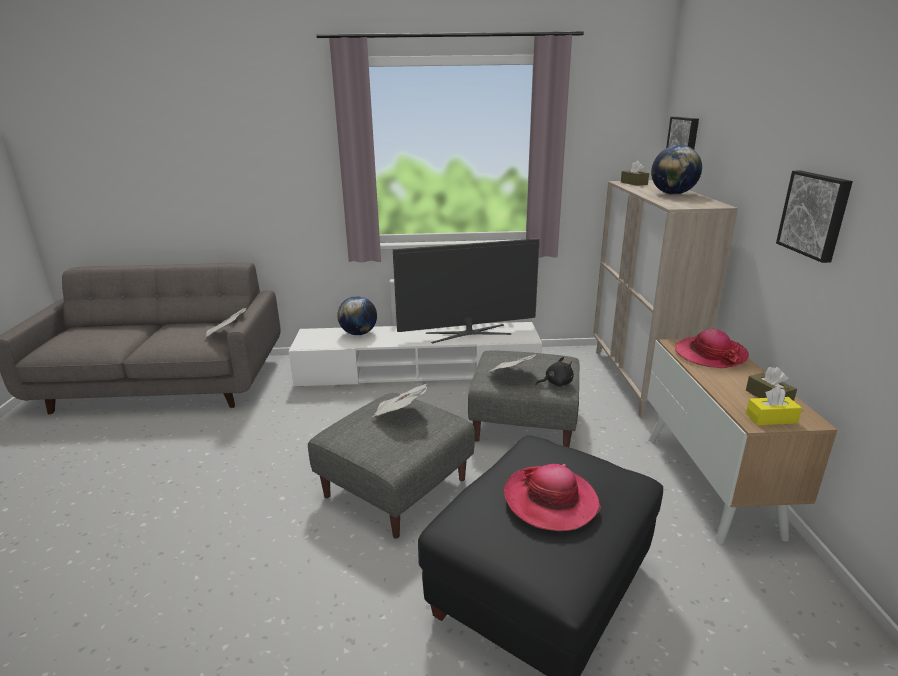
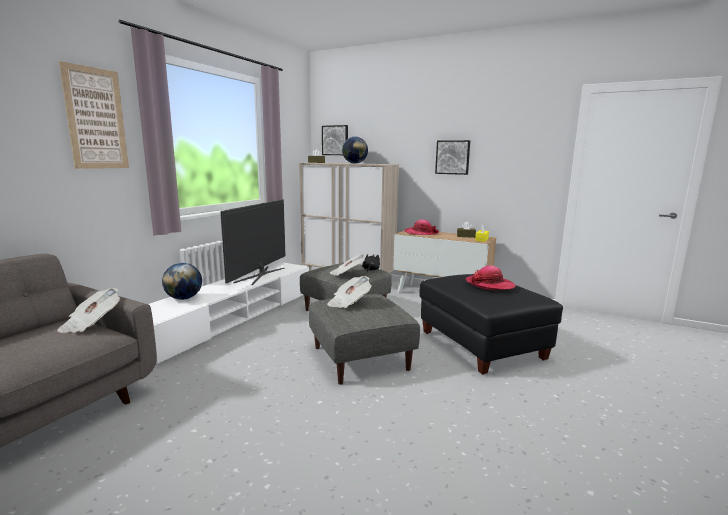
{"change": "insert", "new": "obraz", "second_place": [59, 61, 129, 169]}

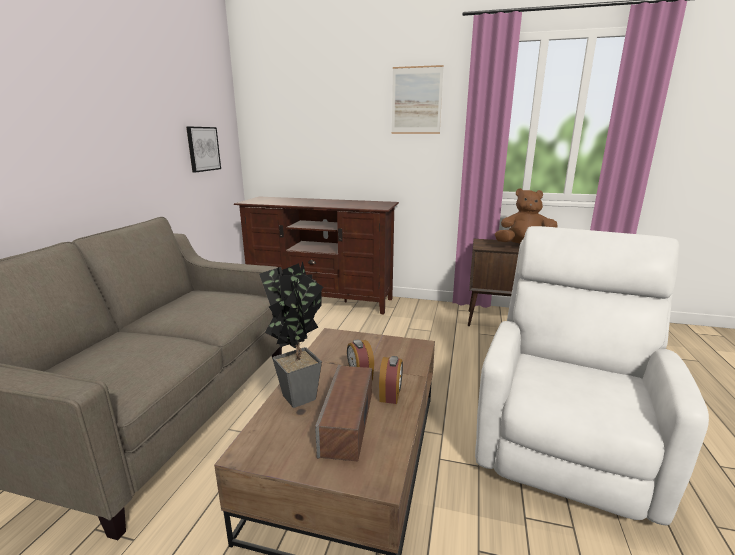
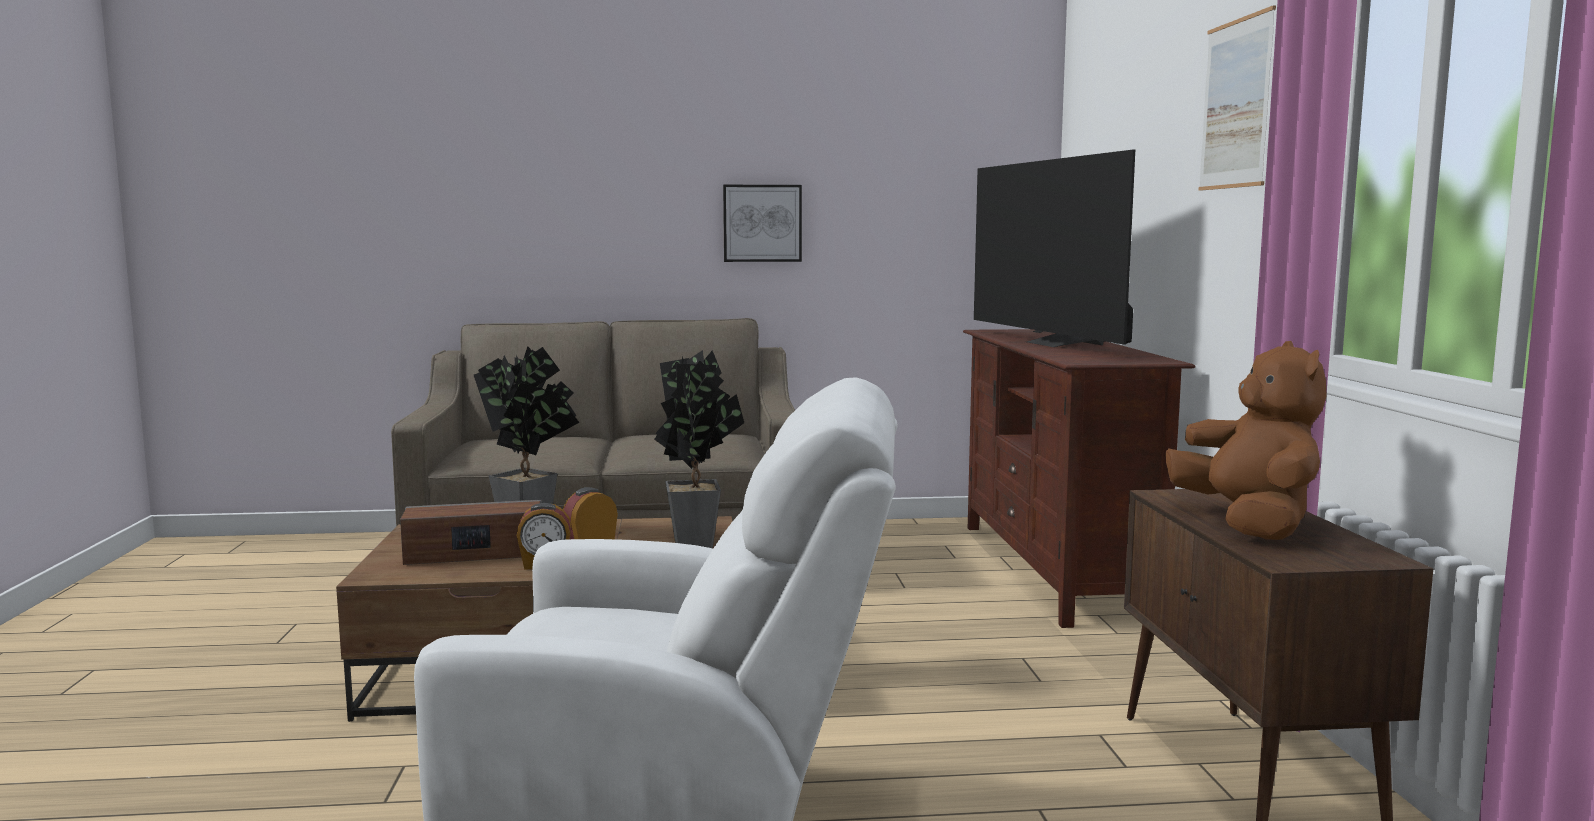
{"change": "insert", "new": "roślina doniczkowa", "second_place": [654, 350, 744, 548]}
{"change": "insert", "new": "telewizor", "second_place": [974, 150, 1135, 347]}
{"change": "move", "old": "obraz", "first_place": [186, 127, 221, 172], "second_place": [723, 185, 802, 262]}

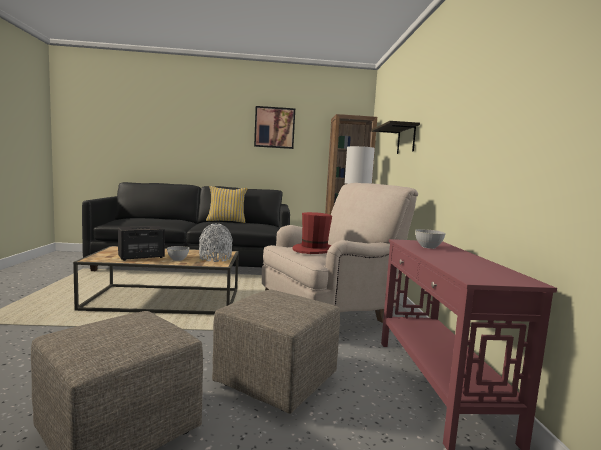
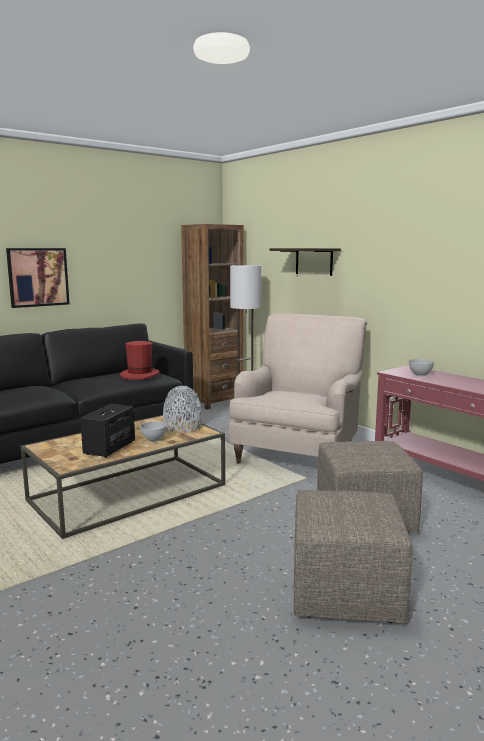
{"change": "delete", "old": "poduszka/żółty", "first_place": [206, 186, 248, 223]}
{"change": "move", "old": "obraz", "first_place": [254, 106, 295, 149], "second_place": [6, 248, 70, 308]}
{"change": "move", "old": "kapelusz/czerwony", "first_place": [293, 212, 332, 254], "second_place": [120, 341, 159, 380]}

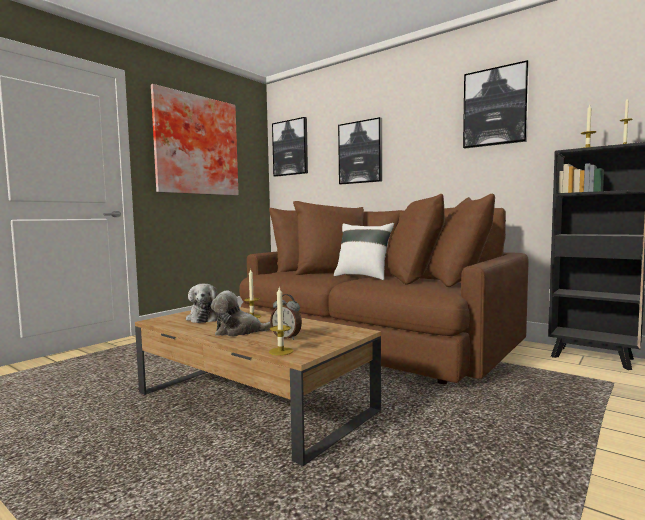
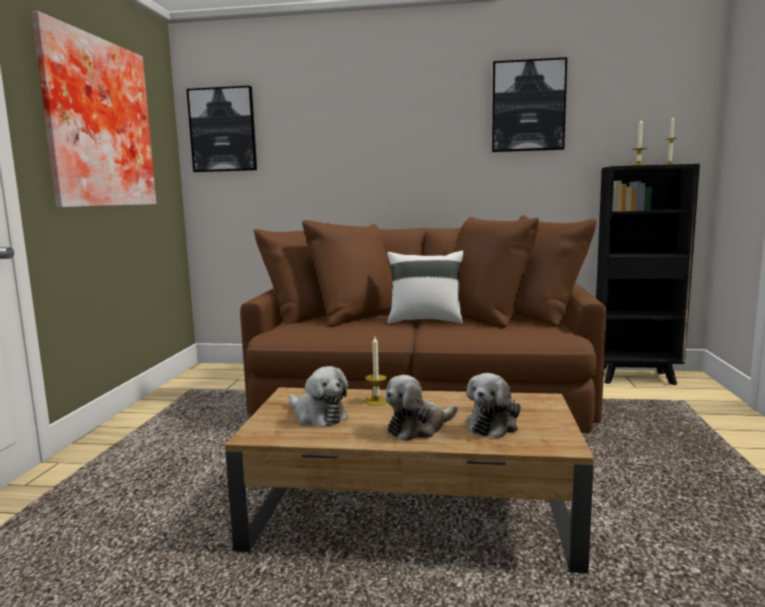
{"change": "delete", "old": "świeca", "first_place": [269, 287, 293, 356]}
{"change": "delete", "old": "obraz", "first_place": [338, 117, 382, 184]}
{"change": "replace", "old": "budzik", "new": "pluszak", "first_place": [270, 294, 302, 340], "second_place": [467, 373, 521, 438]}

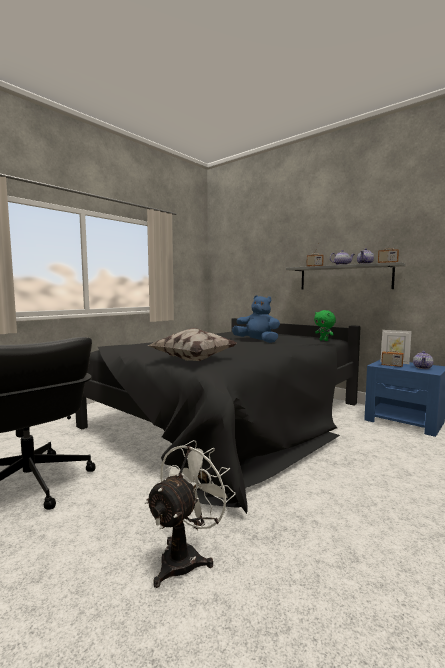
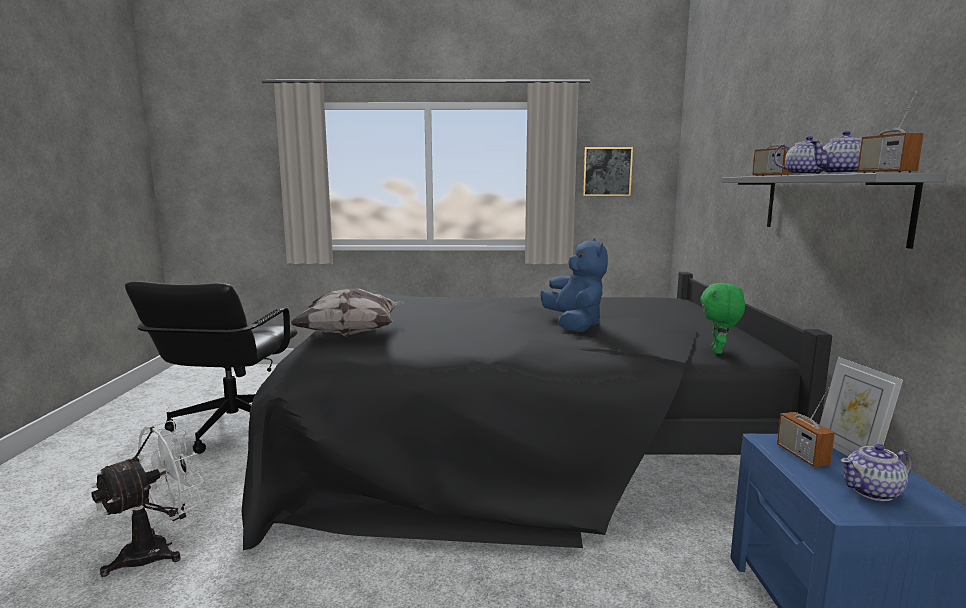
{"change": "insert", "new": "obraz", "second_place": [583, 147, 633, 196]}
{"change": "rotate", "old": "wentylator/biały", "first_place": [144, 440, 236, 588], "second_place": [91, 420, 204, 577], "degrees": -45}

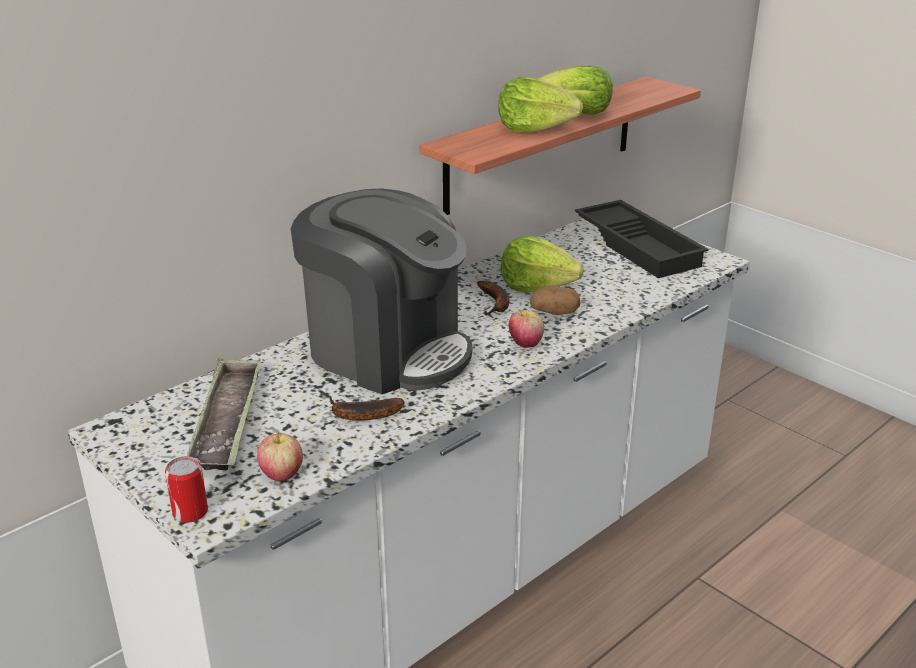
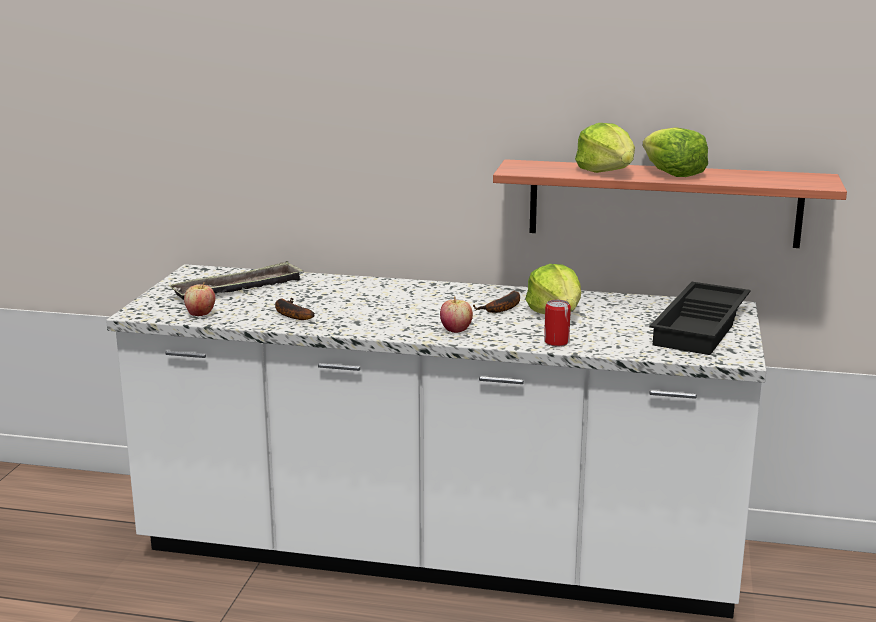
{"change": "delete", "old": "ekspres do kawy", "first_place": [291, 189, 472, 394]}
{"change": "delete", "old": "ziemniak", "first_place": [530, 286, 580, 315]}
{"change": "move", "old": "puszka", "first_place": [165, 456, 208, 523], "second_place": [544, 300, 571, 346]}

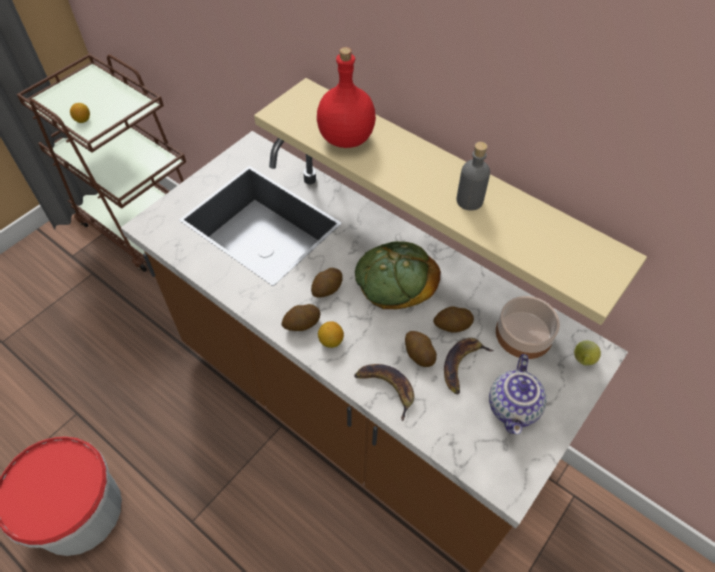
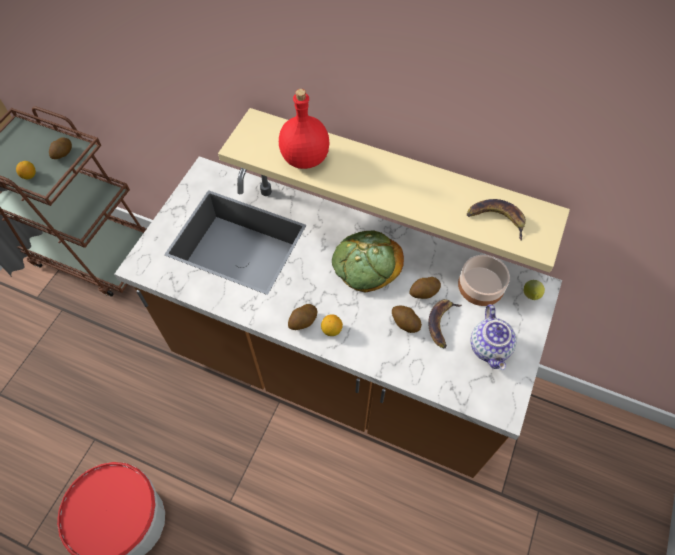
{"change": "delete", "old": "butelka/szary", "first_place": [456, 142, 490, 211]}
{"change": "move", "old": "ziemniak", "first_place": [311, 268, 343, 298], "second_place": [49, 137, 72, 159]}
{"change": "move", "old": "banan", "first_place": [354, 364, 414, 422], "second_place": [467, 199, 526, 241]}

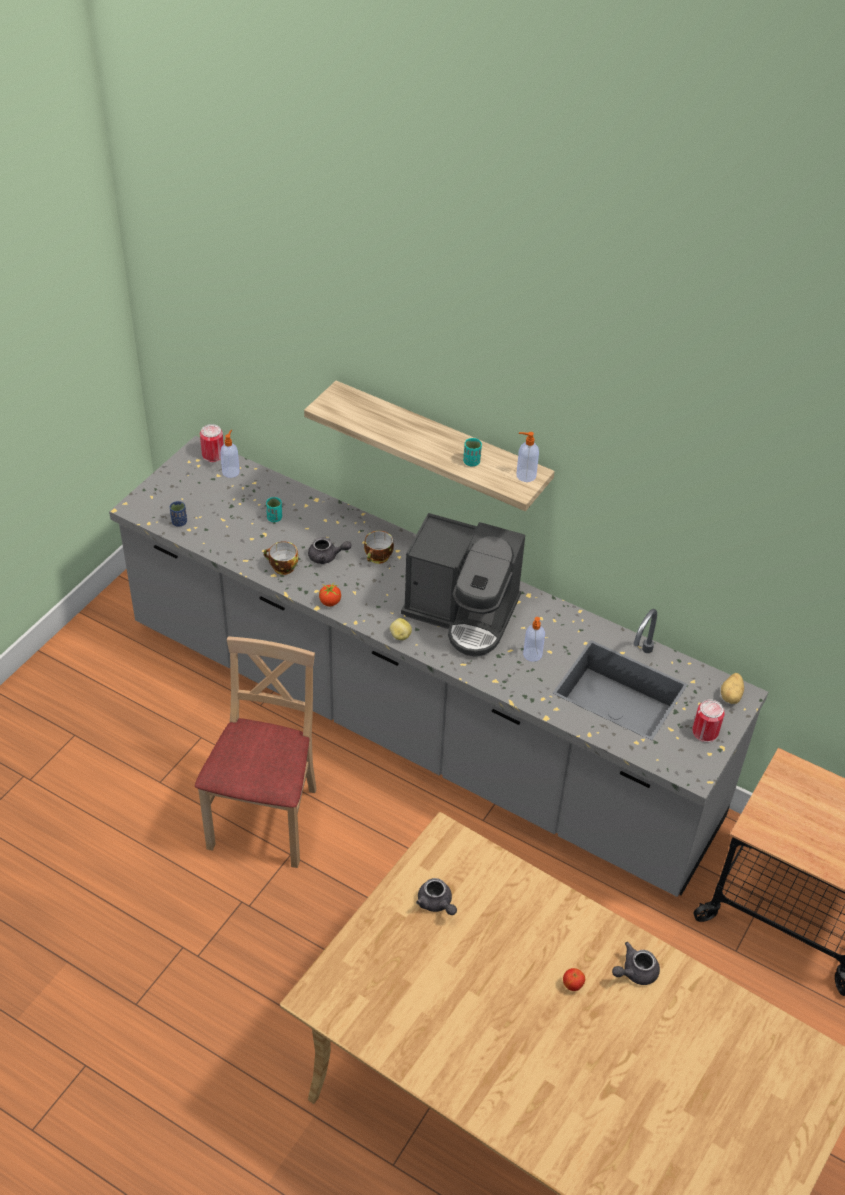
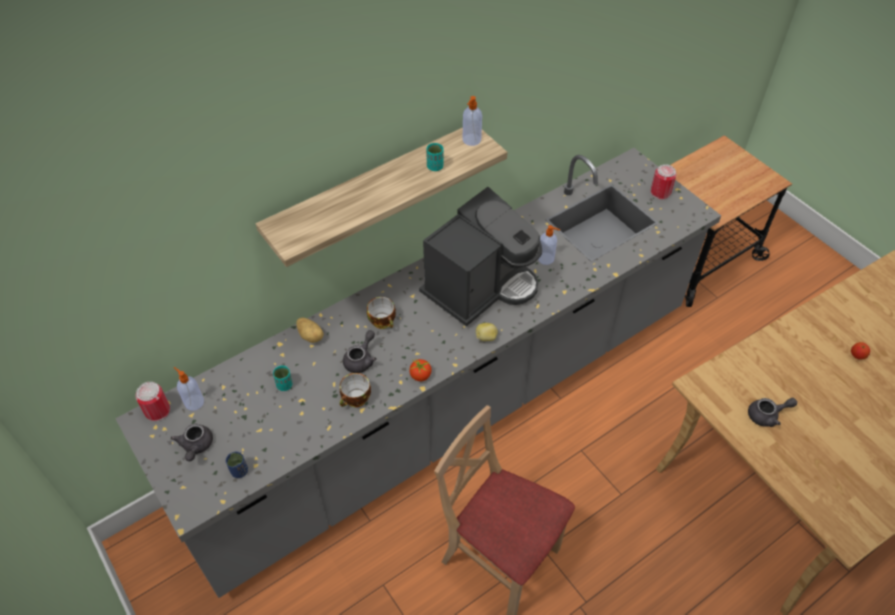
{"change": "move", "old": "imbryk/szary", "first_place": [612, 942, 660, 985], "second_place": [171, 424, 213, 461]}
{"change": "move", "old": "ziemniak", "first_place": [721, 673, 744, 704], "second_place": [297, 318, 324, 343]}

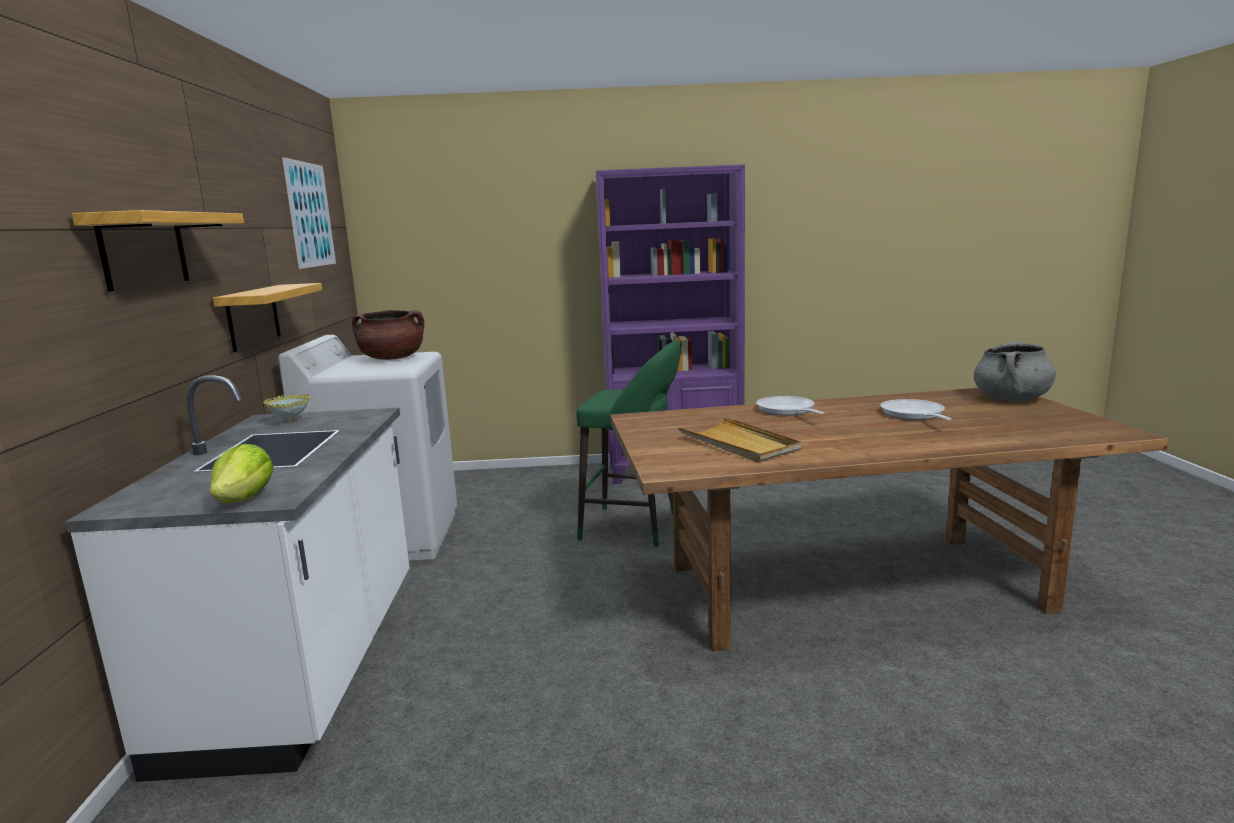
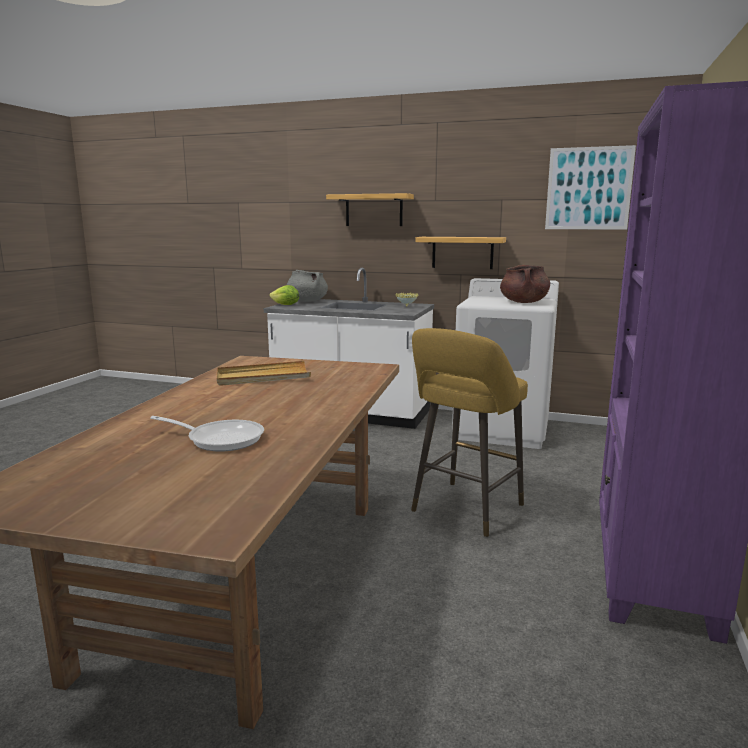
{"change": "delete", "old": "patelnia", "first_place": [756, 396, 824, 416]}
{"change": "move", "old": "garnek/szary", "first_place": [974, 342, 1056, 401], "second_place": [287, 270, 328, 302]}
{"change": "recolor", "old": "stołek/zielony", "new": "stołek/żółty", "first_place": [576, 341, 681, 547], "second_place": [411, 328, 528, 537]}

